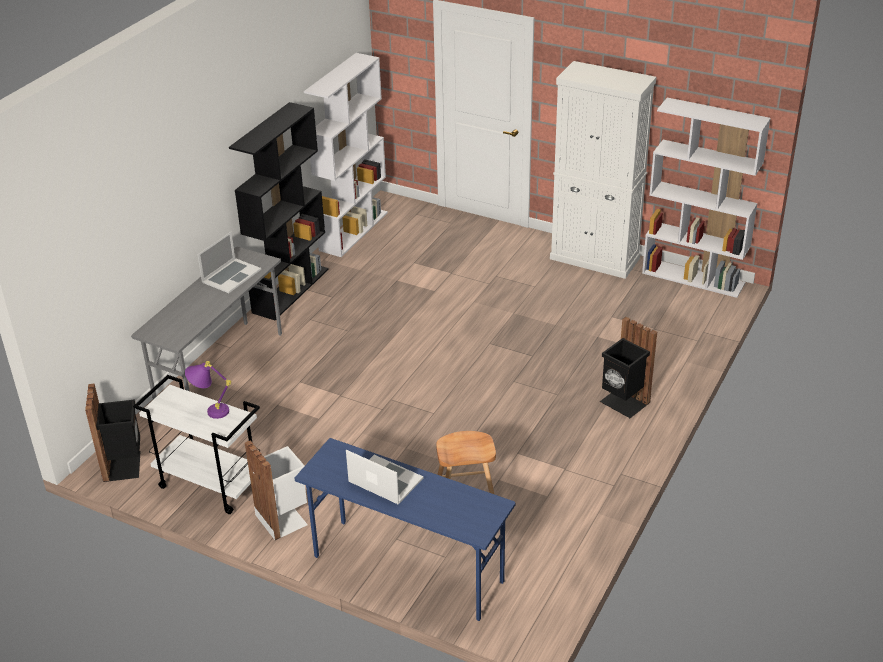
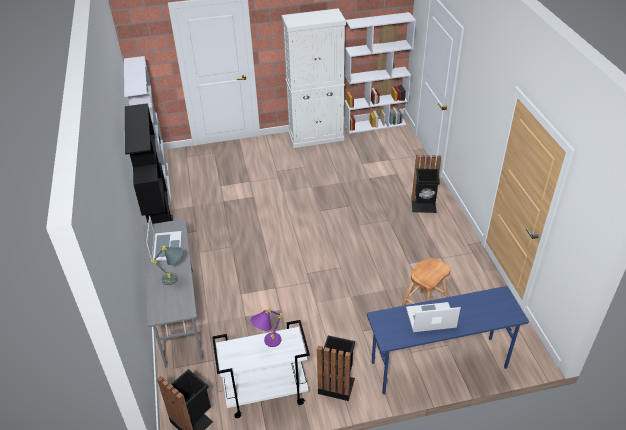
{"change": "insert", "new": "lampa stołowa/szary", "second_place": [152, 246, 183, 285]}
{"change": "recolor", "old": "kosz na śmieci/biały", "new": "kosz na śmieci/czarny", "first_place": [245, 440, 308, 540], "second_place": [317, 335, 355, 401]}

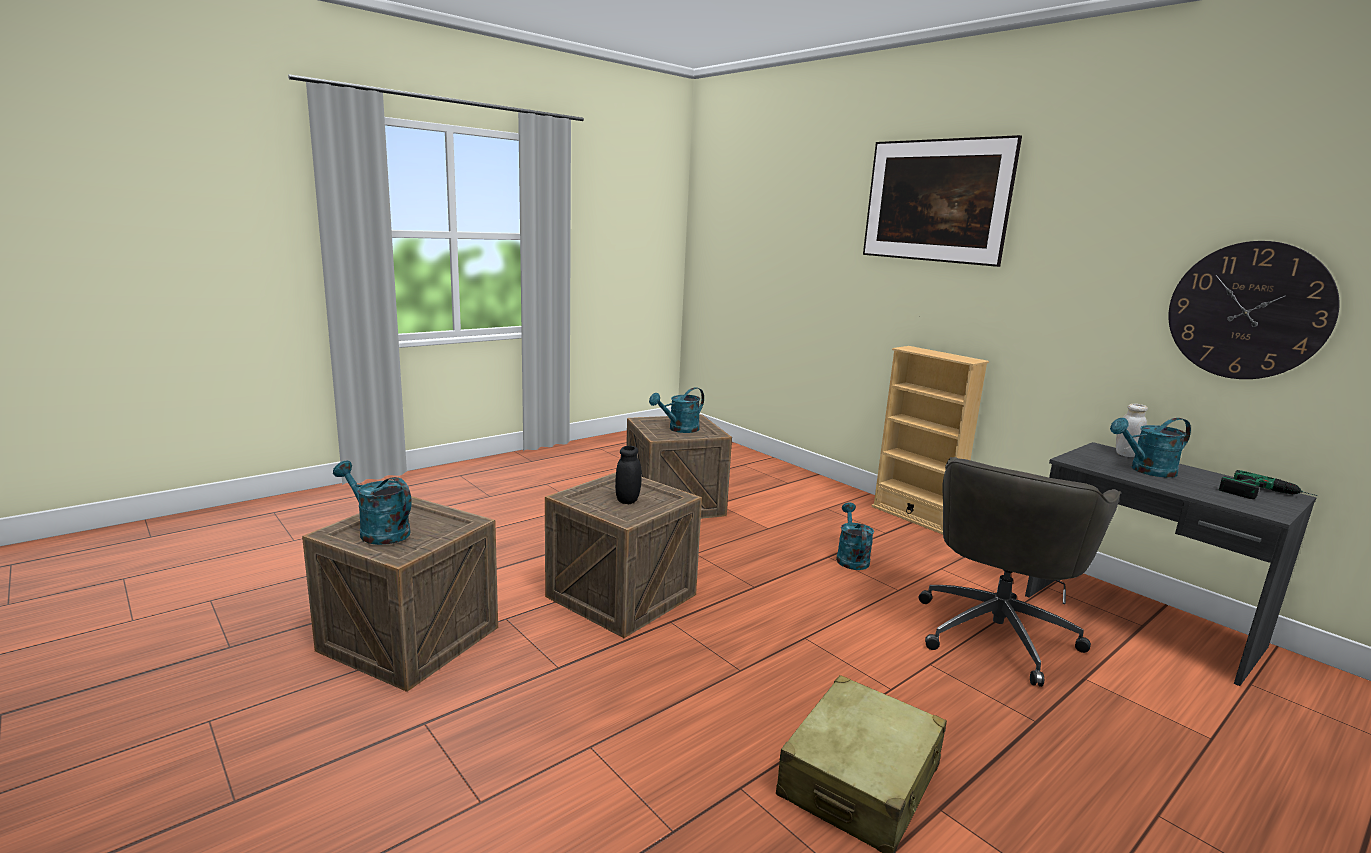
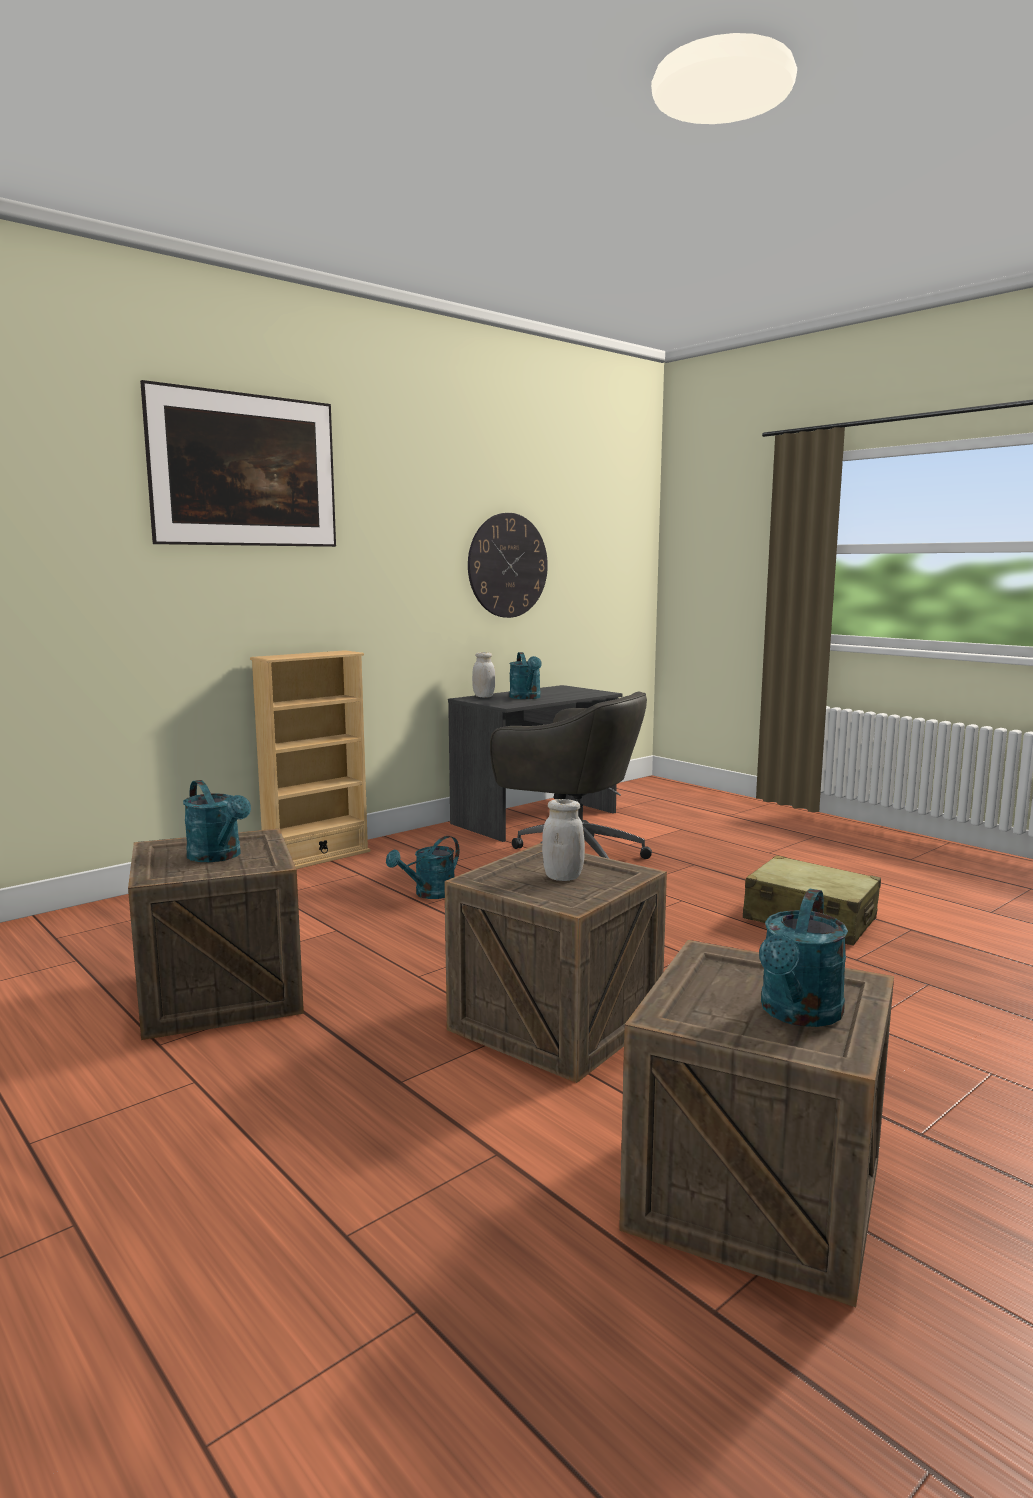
{"change": "delete", "old": "wiertarka", "first_place": [1219, 470, 1318, 499]}
{"change": "recolor", "old": "słoik/czarny", "new": "słoik/biały", "first_place": [615, 446, 642, 504], "second_place": [542, 799, 585, 881]}
{"change": "rotate", "old": "konewka/turkusowy", "first_place": [836, 503, 874, 570], "second_place": [386, 836, 459, 899], "degrees": -45}

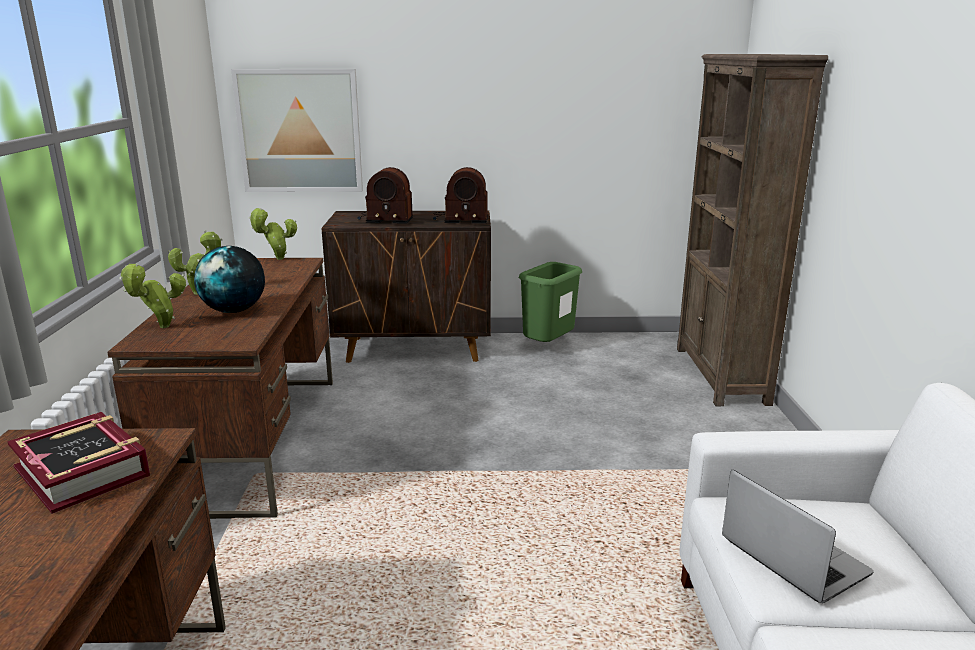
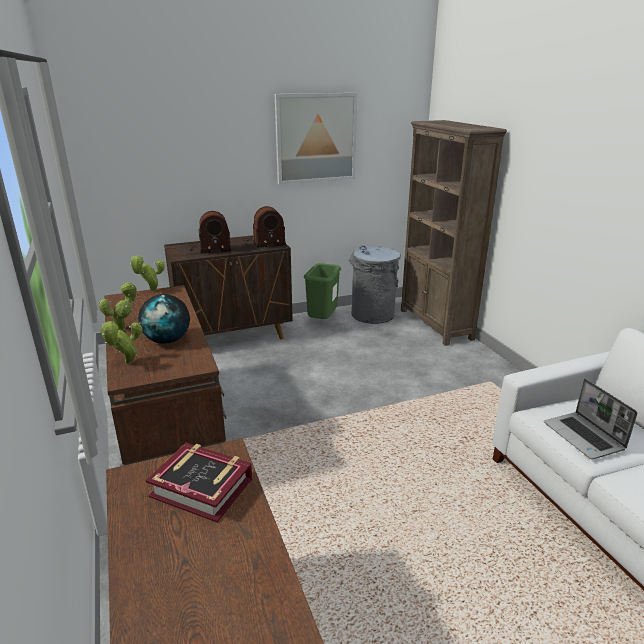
{"change": "insert", "new": "kosz na śmieci/szary", "second_place": [348, 245, 401, 324]}
{"change": "move", "old": "obraz", "first_place": [231, 69, 363, 192], "second_place": [275, 93, 357, 185]}
{"change": "rotate", "old": "laptop", "first_place": [722, 470, 874, 603], "second_place": [544, 379, 637, 459], "degrees": -150}

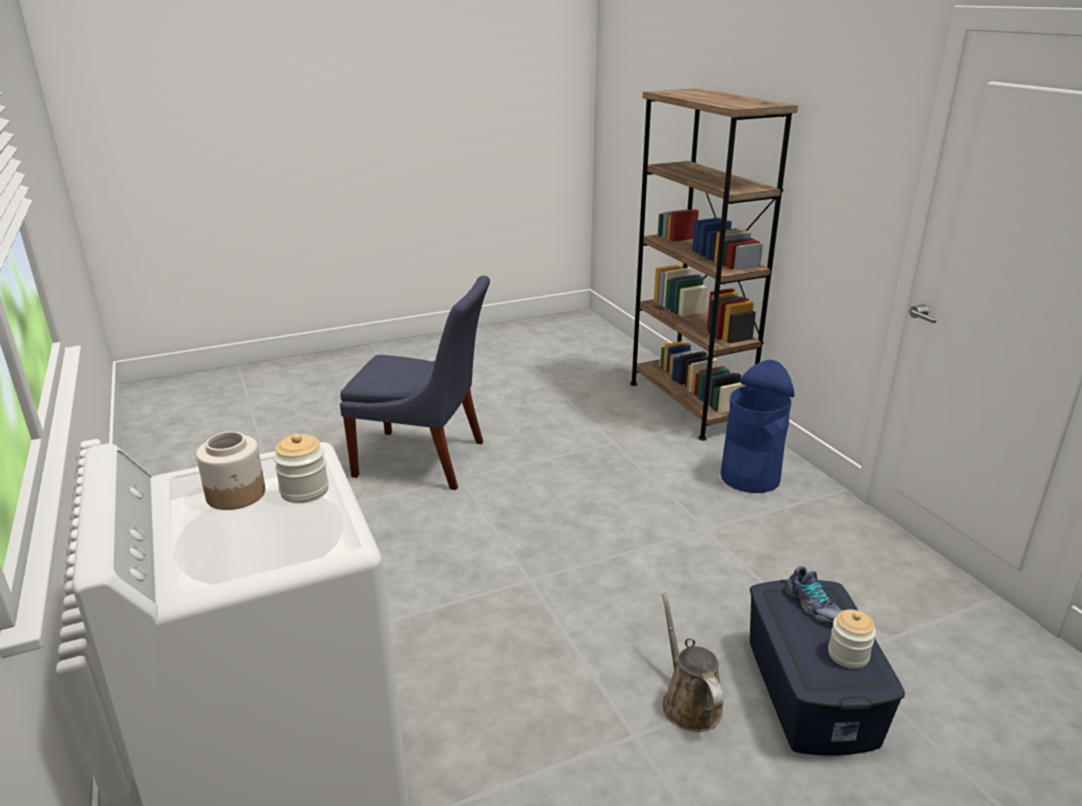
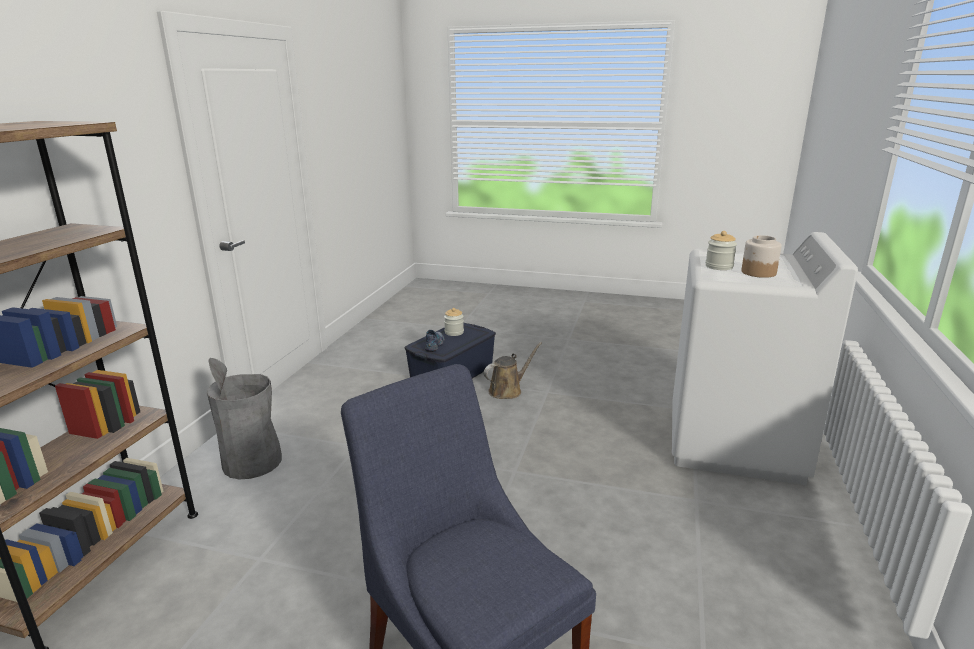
{"change": "recolor", "old": "kosz na śmieci/niebieski", "new": "kosz na śmieci/szary", "first_place": [720, 360, 794, 493], "second_place": [207, 358, 282, 480]}
{"change": "rotate", "old": "konewka/brązowy", "first_place": [662, 593, 723, 732], "second_place": [484, 342, 542, 399], "degrees": -150}

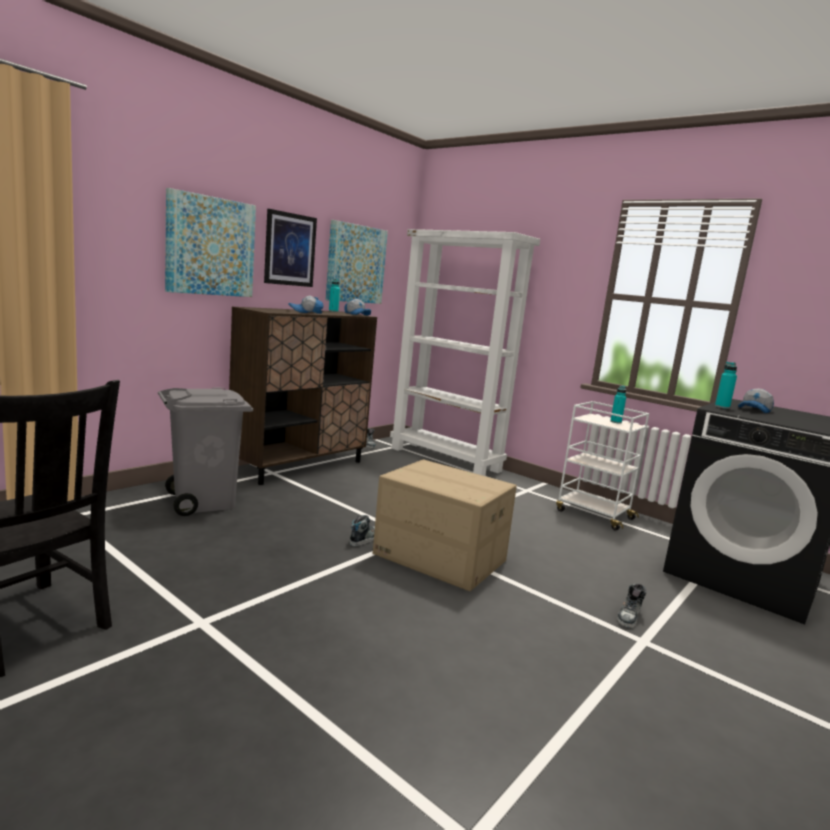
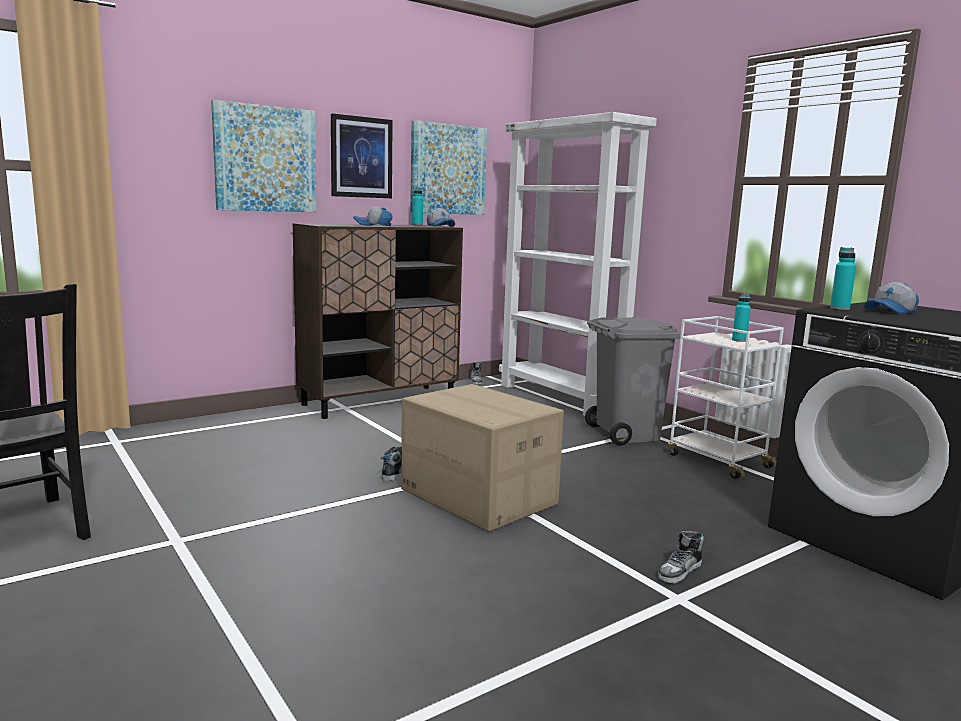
{"change": "move", "old": "kosz na śmieci/szary", "first_place": [158, 387, 253, 516], "second_place": [585, 317, 686, 445]}

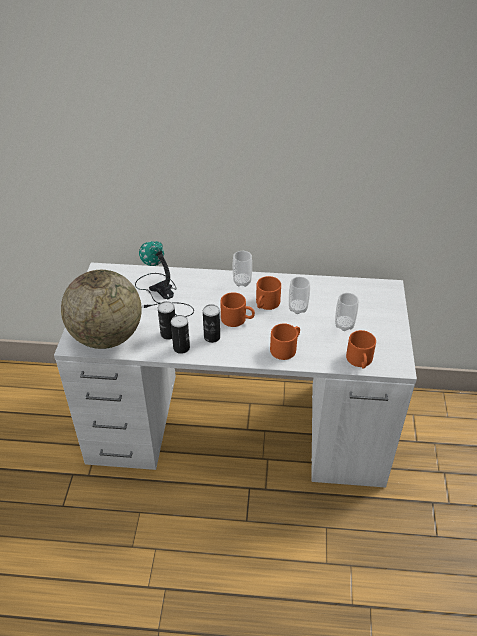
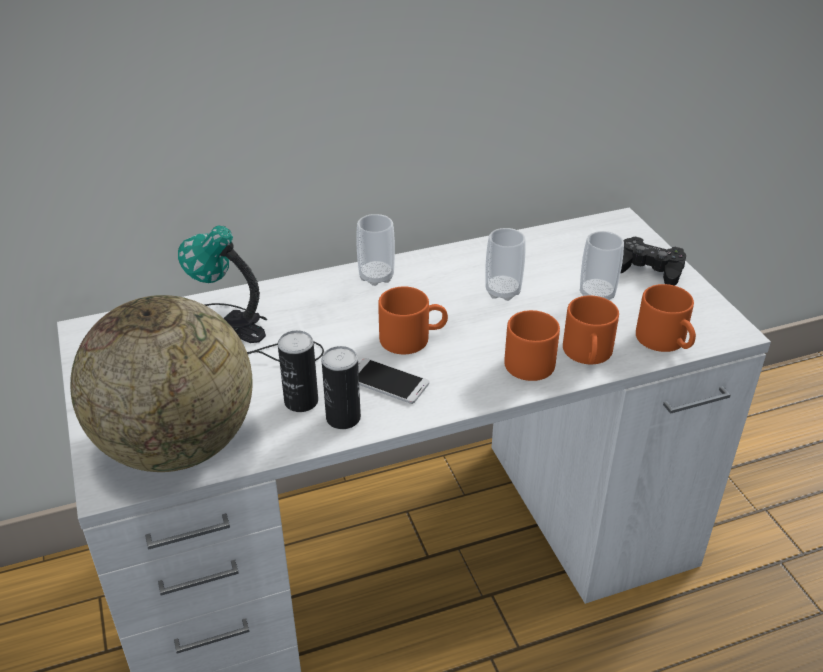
{"change": "insert", "new": "pad do gier/czarny", "second_place": [620, 237, 686, 286]}
{"change": "move", "old": "kubek/pomarańczowy", "first_place": [256, 276, 281, 310], "second_place": [563, 296, 619, 364]}
{"change": "replace", "old": "puszka", "new": "telefon", "first_place": [203, 304, 220, 343], "second_place": [358, 358, 429, 404]}

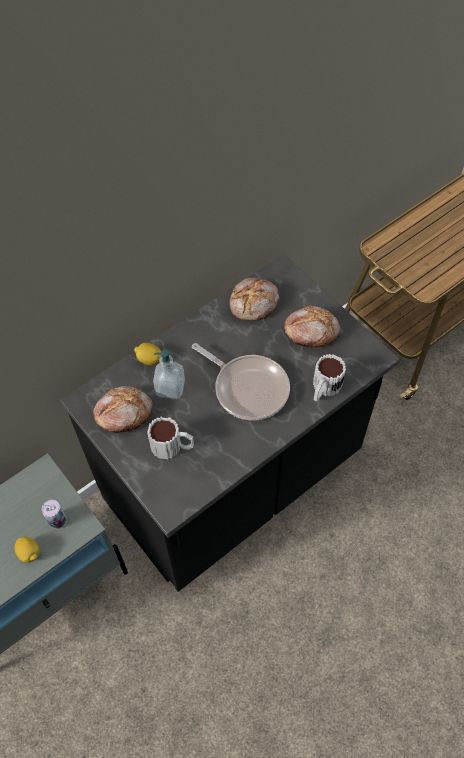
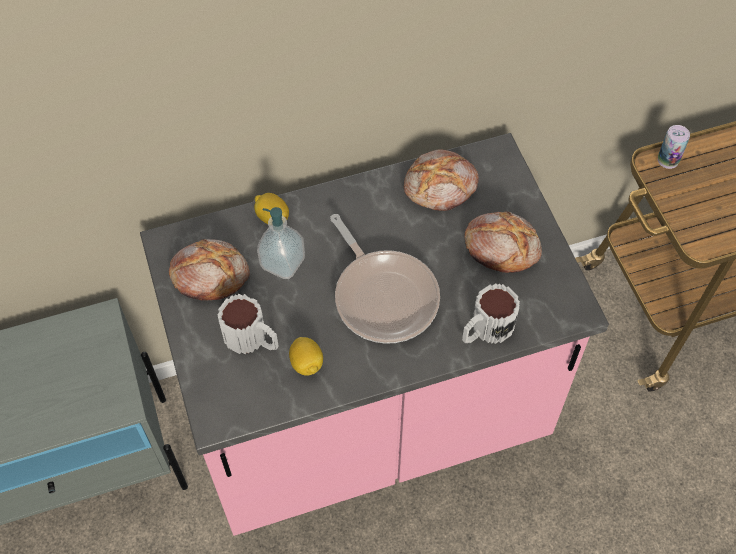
{"change": "move", "old": "cytryna", "first_place": [15, 537, 40, 563], "second_place": [289, 337, 323, 376]}
{"change": "move", "old": "puszka", "first_place": [42, 500, 67, 529], "second_place": [658, 125, 690, 169]}
{"change": "recolor", "old": "zabudowa kuchenna/czarny", "new": "zabudowa kuchenna/różowy", "first_place": [60, 254, 400, 592], "second_place": [140, 133, 609, 536]}

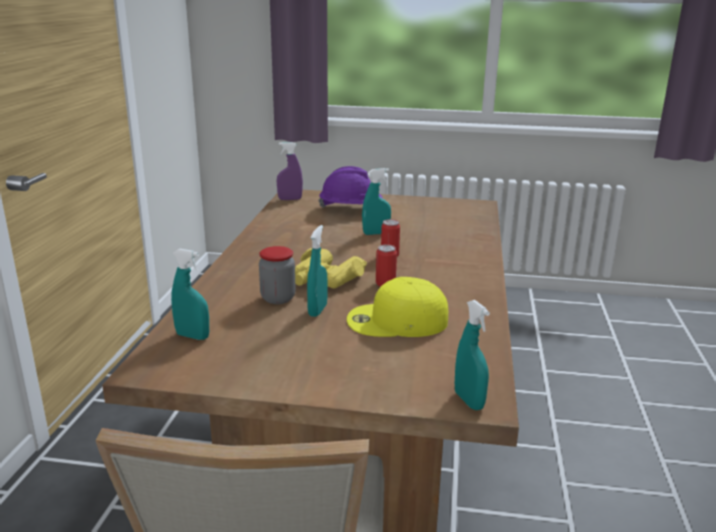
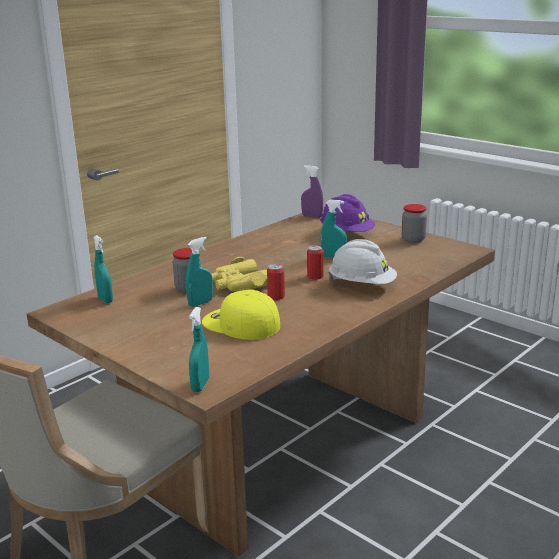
{"change": "insert", "new": "kask/biały", "second_place": [328, 239, 397, 284]}
{"change": "insert", "new": "słoik", "second_place": [402, 204, 427, 243]}

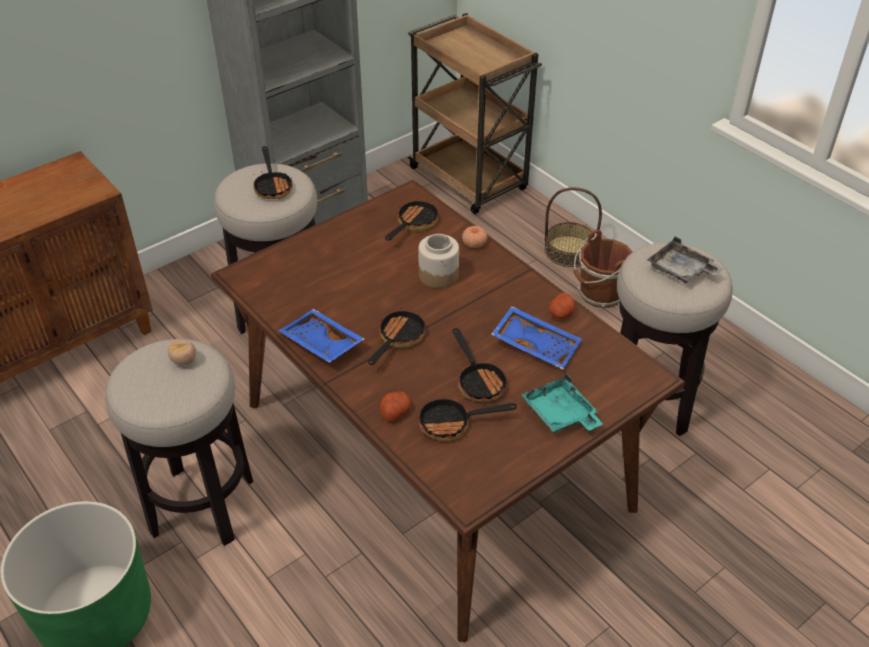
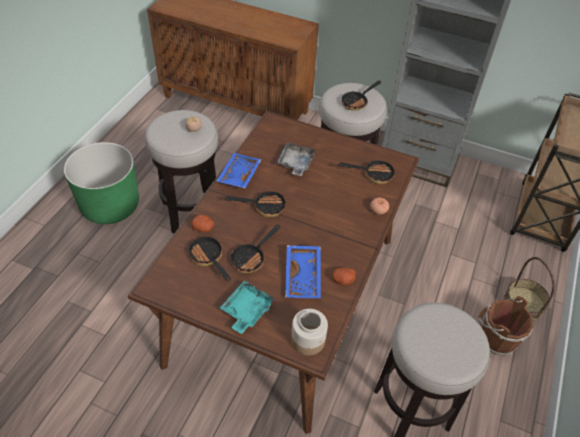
{"change": "move", "old": "słoik", "first_place": [418, 234, 459, 288], "second_place": [291, 309, 328, 355]}
{"change": "move", "old": "taca/szary", "first_place": [647, 237, 723, 283], "second_place": [277, 143, 315, 176]}

